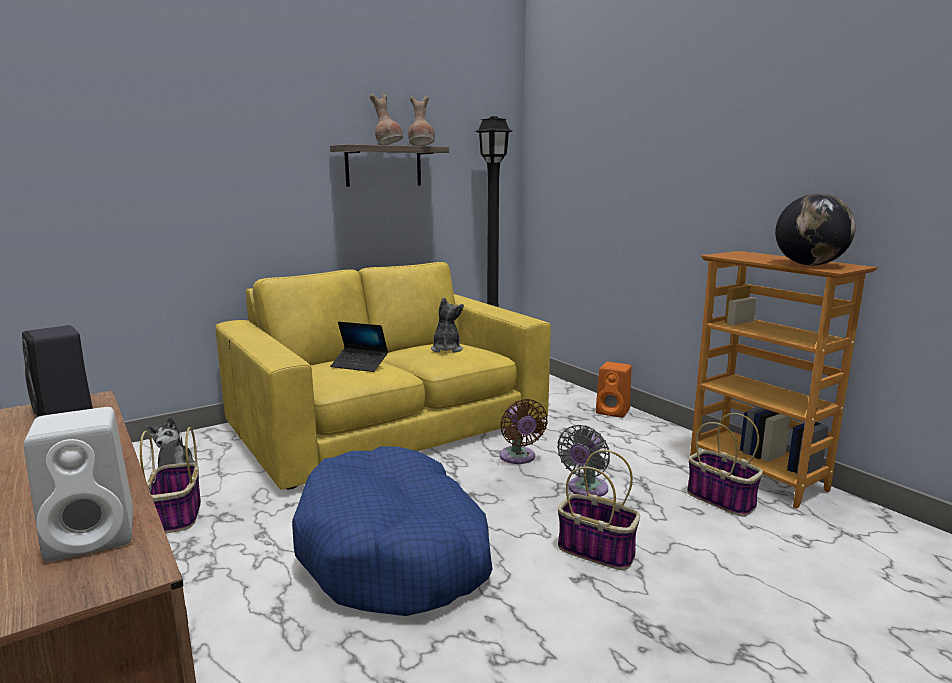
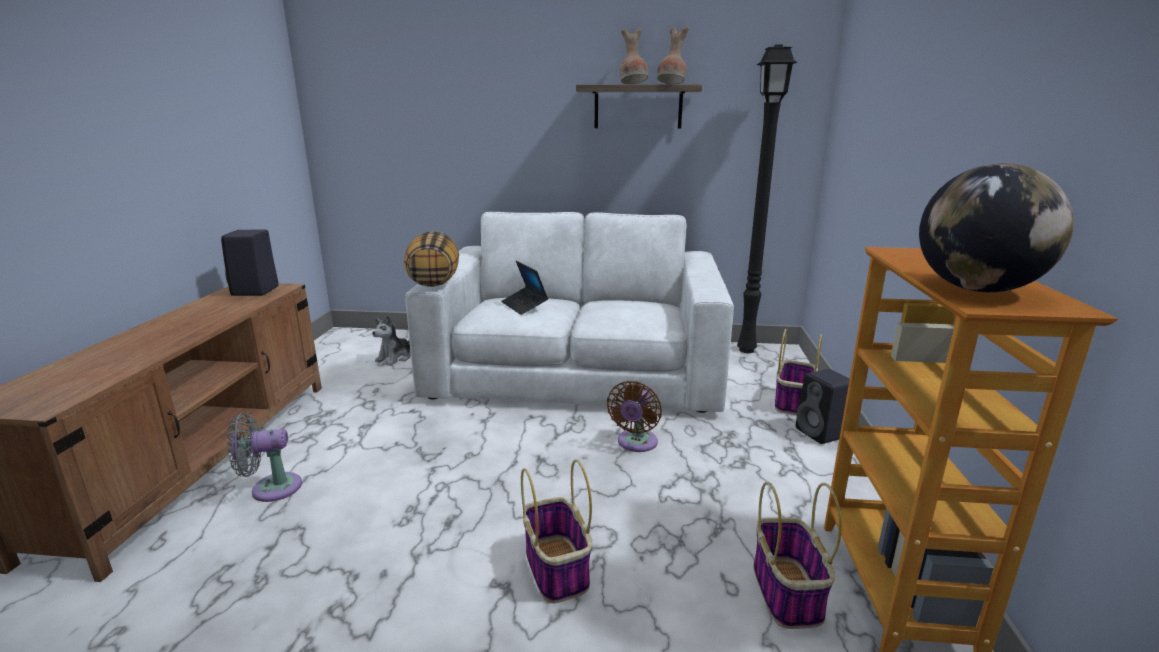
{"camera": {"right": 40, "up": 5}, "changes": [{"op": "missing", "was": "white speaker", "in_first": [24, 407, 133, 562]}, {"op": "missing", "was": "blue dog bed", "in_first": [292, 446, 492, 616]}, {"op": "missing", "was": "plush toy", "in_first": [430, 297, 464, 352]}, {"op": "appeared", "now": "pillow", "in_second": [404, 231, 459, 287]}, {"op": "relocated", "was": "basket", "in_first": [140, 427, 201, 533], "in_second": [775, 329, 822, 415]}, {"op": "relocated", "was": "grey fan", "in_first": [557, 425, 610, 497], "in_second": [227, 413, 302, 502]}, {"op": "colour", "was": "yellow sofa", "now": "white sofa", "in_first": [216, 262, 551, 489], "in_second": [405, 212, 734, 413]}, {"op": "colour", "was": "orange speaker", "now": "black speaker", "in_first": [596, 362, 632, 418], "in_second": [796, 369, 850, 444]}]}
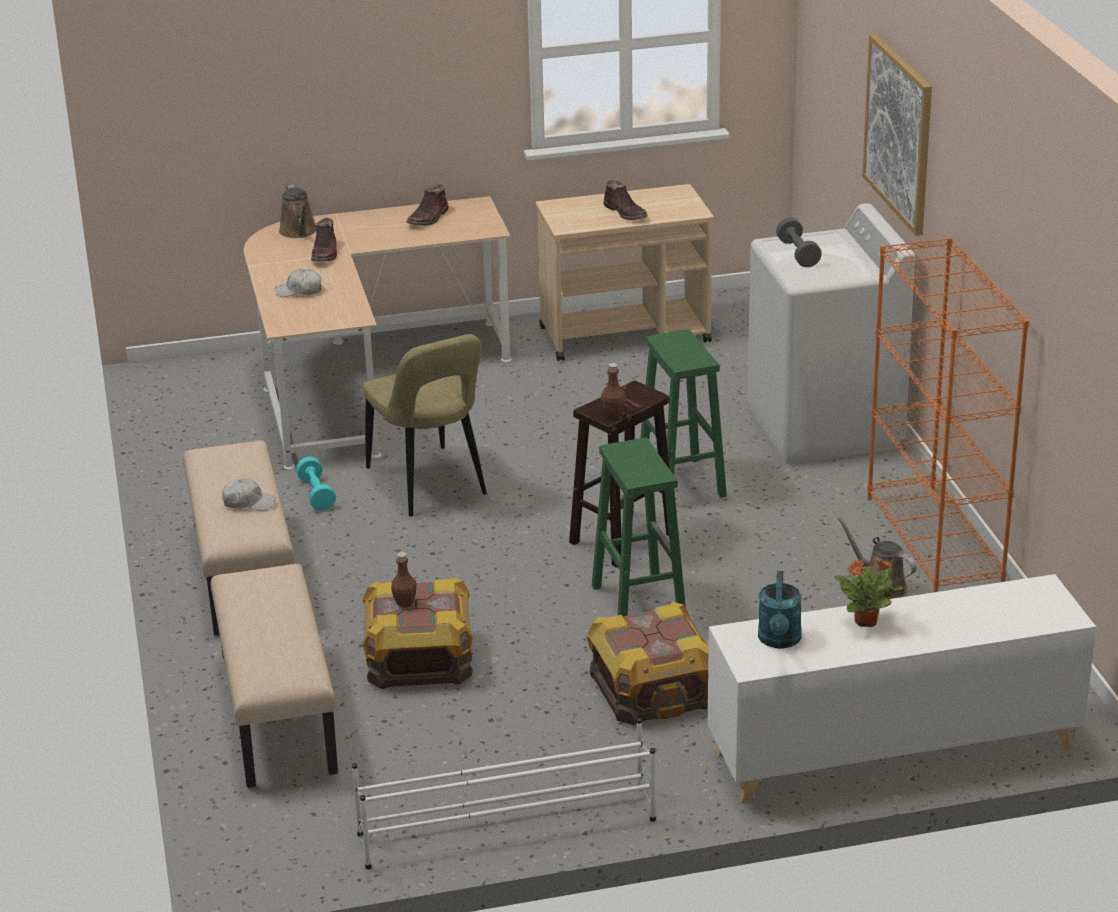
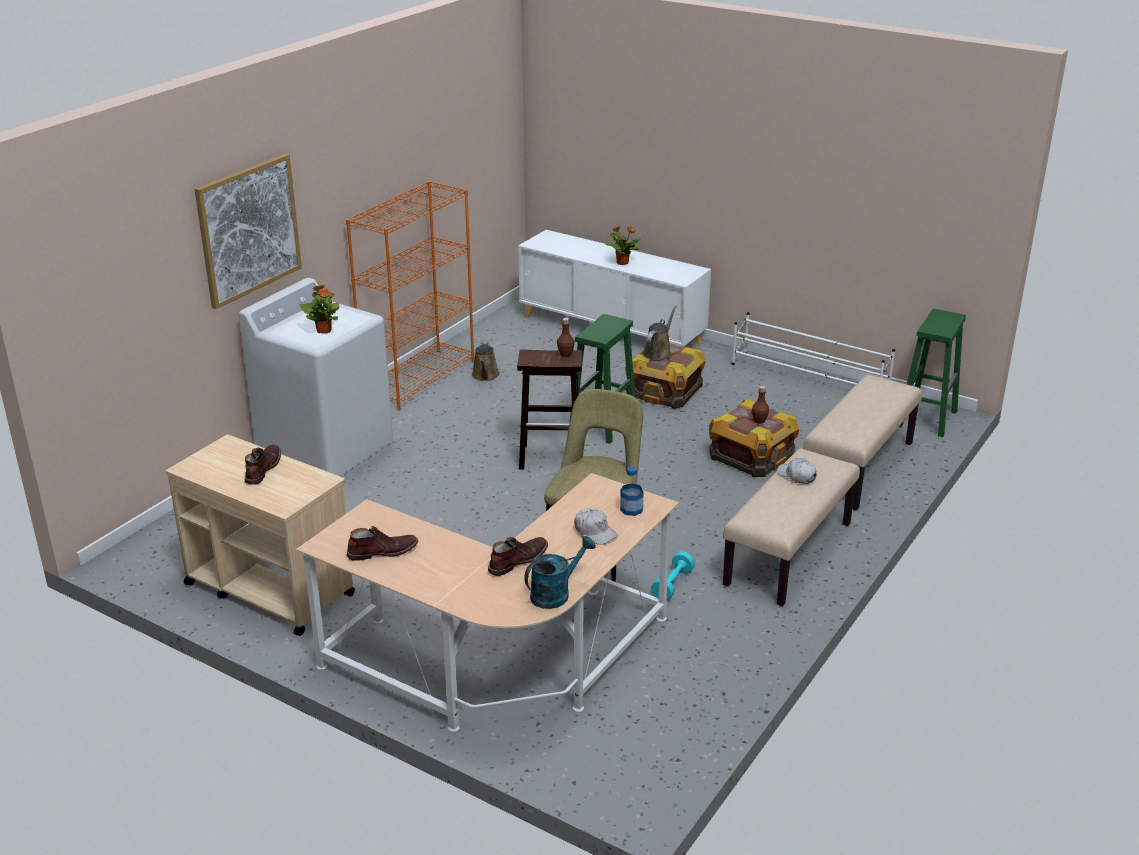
{"camera": {"right": -135, "up": 0}, "changes": [{"op": "appeared", "now": "bottle", "in_second": [620, 466, 643, 516]}, {"op": "relocated", "was": "brown watering can", "in_first": [279, 185, 316, 238], "in_second": [643, 306, 677, 361]}, {"op": "relocated", "was": "green stool", "in_first": [640, 329, 727, 498], "in_second": [899, 309, 966, 437]}, {"op": "relocated", "was": "turquoise watering can", "in_first": [758, 571, 802, 649], "in_second": [524, 536, 596, 609]}, {"op": "exchanged", "was": "grey dumbbell", "now": "potted plant", "in_first": [776, 218, 822, 267], "in_second": [300, 285, 339, 334]}]}
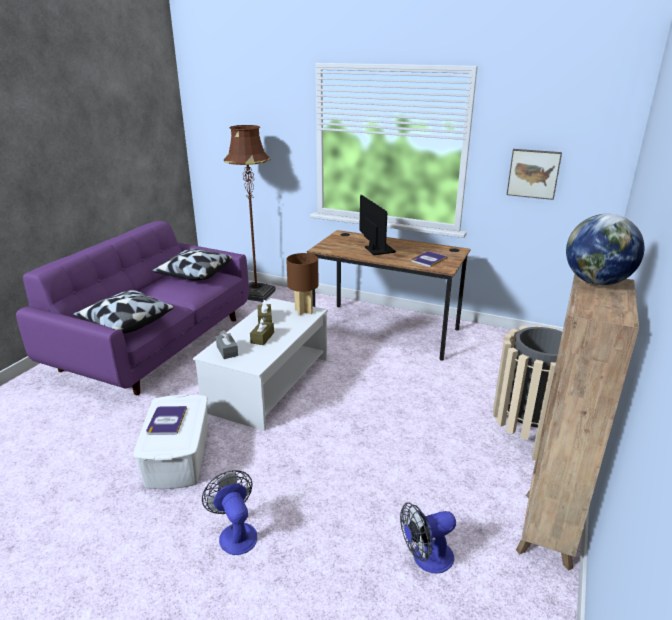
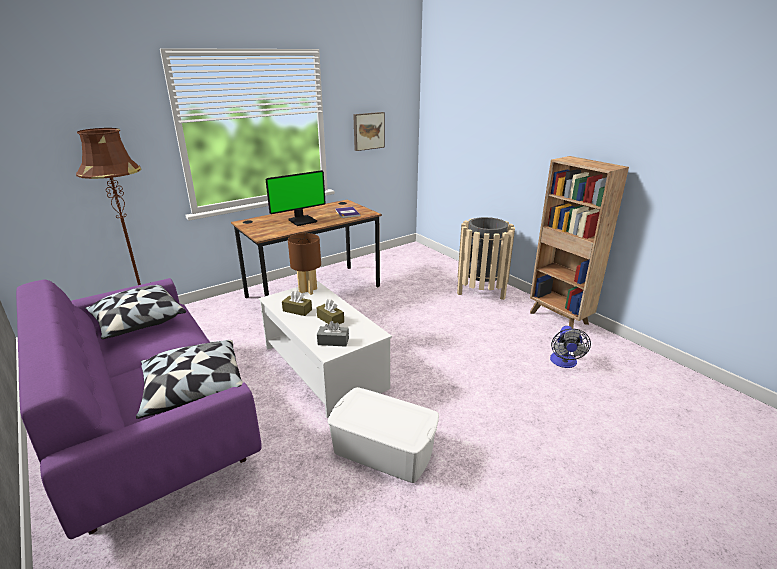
{"camera": {"right": -60, "up": 0}, "changes": [{"op": "missing", "was": "book", "in_first": [146, 406, 187, 435]}, {"op": "missing", "was": "fan", "in_first": [202, 470, 257, 555]}, {"op": "missing", "was": "globe", "in_first": [566, 214, 644, 285]}, {"op": "spun", "was": "monitor", "in_first": [359, 195, 396, 255], "in_second": [266, 170, 325, 226], "clockwise": 135}]}
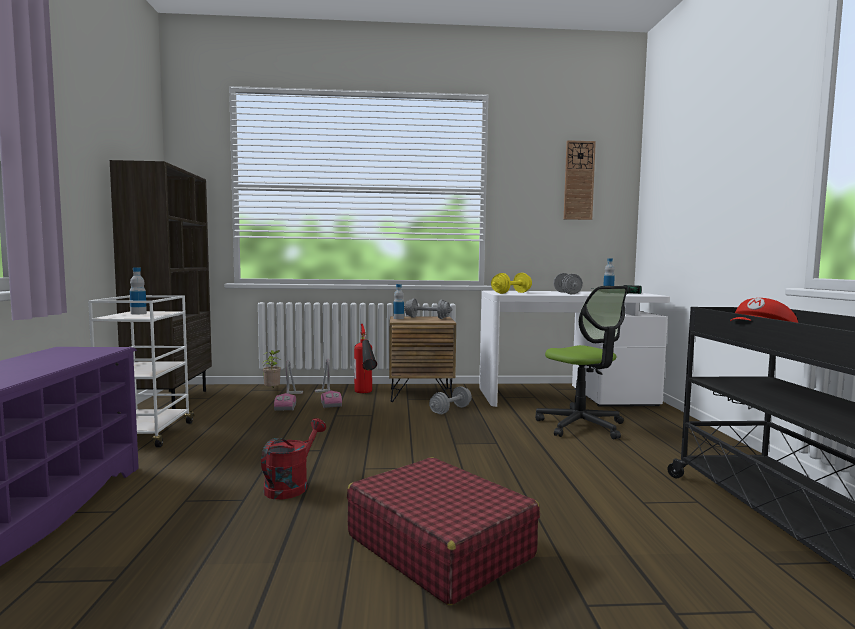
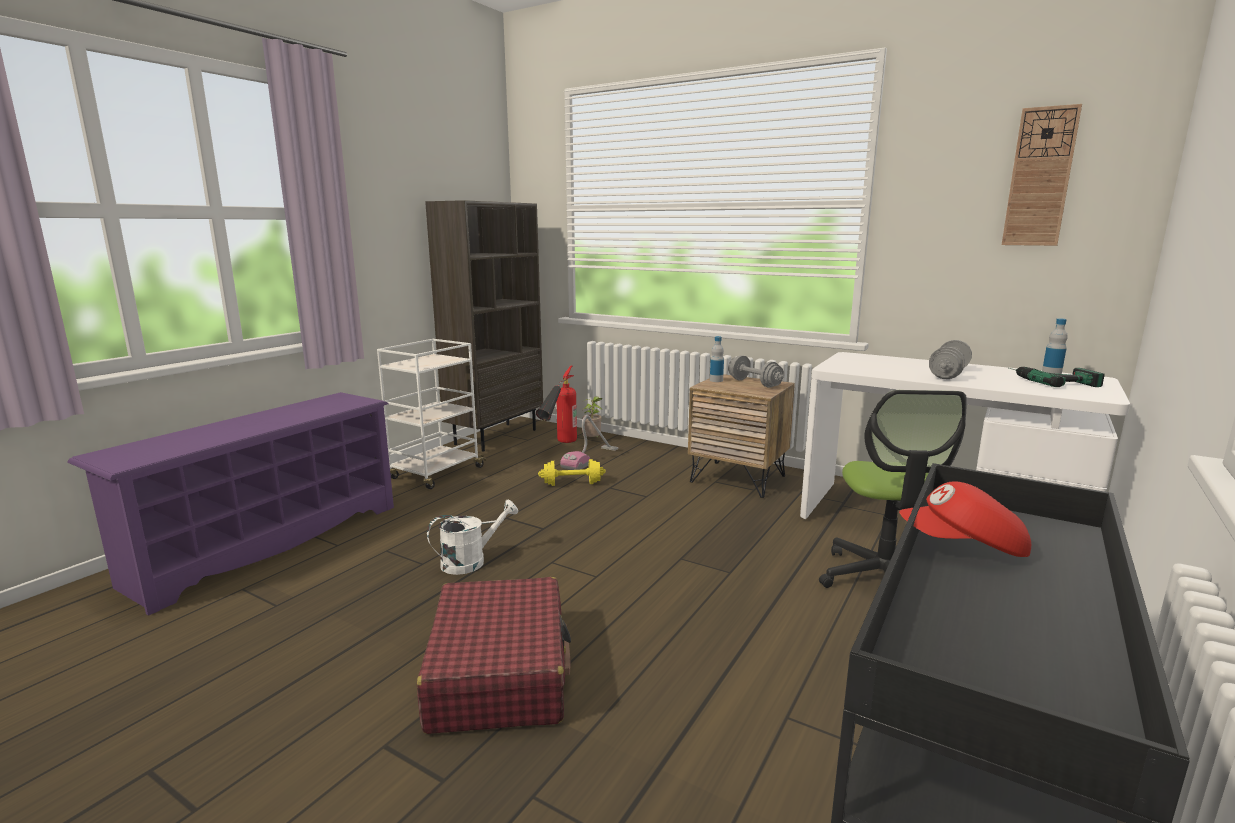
{"camera": {"right": 35, "up": 10}, "changes": [{"op": "missing", "was": "bottle", "in_first": [130, 267, 147, 315]}, {"op": "missing", "was": "vacuum cleaner", "in_first": [315, 358, 342, 408]}, {"op": "missing", "was": "grey dumbbell", "in_first": [429, 386, 472, 414]}, {"op": "relocated", "was": "fire extinguisher", "in_first": [354, 324, 377, 393], "in_second": [536, 365, 577, 443]}, {"op": "relocated", "was": "yellow dumbbell", "in_first": [491, 273, 532, 294], "in_second": [538, 459, 606, 486]}, {"op": "colour", "was": "red watering can", "now": "white watering can", "in_first": [261, 418, 326, 499], "in_second": [427, 500, 518, 575]}]}
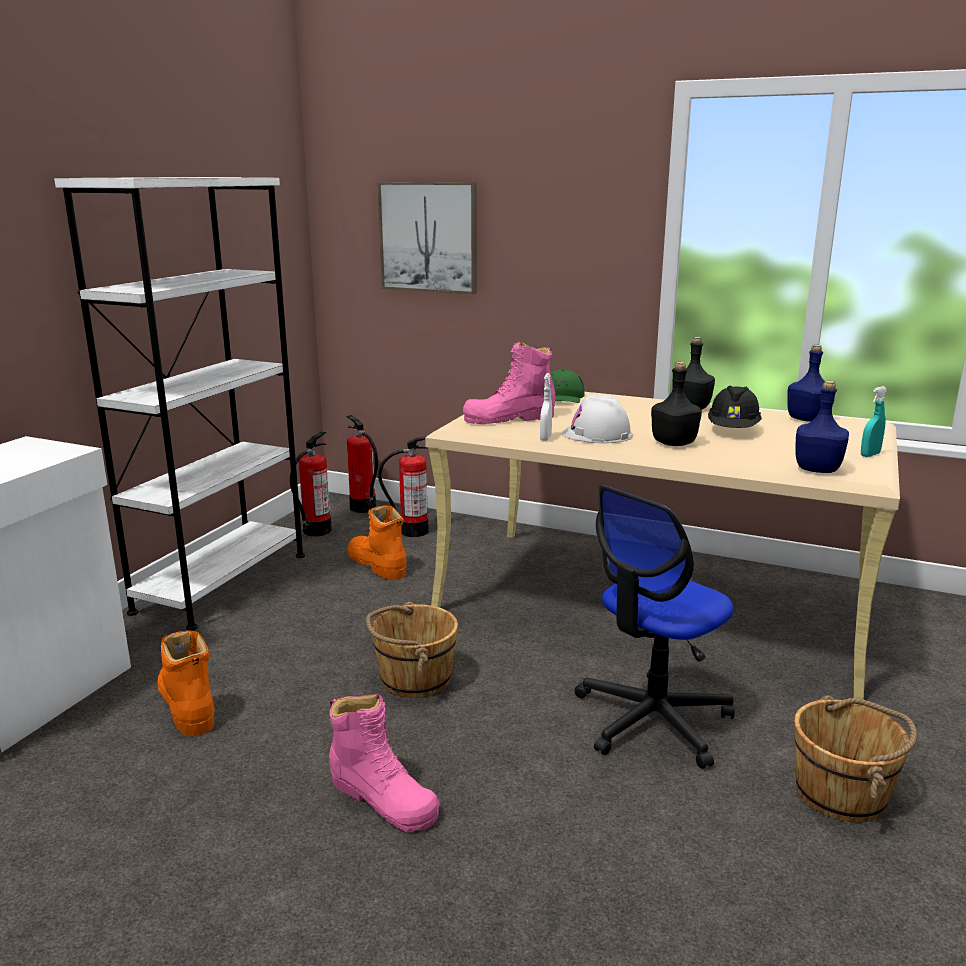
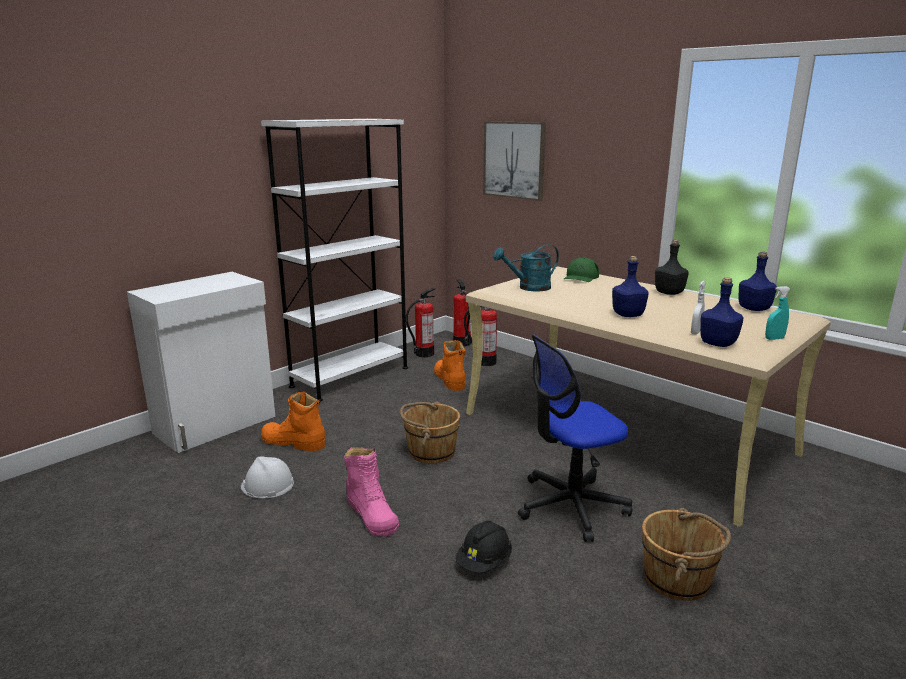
{"camera": {"right": 20, "up": 0}, "changes": [{"op": "relocated", "was": "white spray bottle", "in_first": [540, 373, 552, 441], "in_second": [691, 281, 706, 335]}, {"op": "relocated", "was": "white hard hat", "in_first": [562, 395, 633, 443], "in_second": [241, 457, 294, 498]}, {"op": "relocated", "was": "black hard hat", "in_first": [708, 385, 762, 428], "in_second": [456, 521, 512, 573]}, {"op": "exchanged", "was": "pink boot", "now": "turquoise watering can", "in_first": [463, 342, 555, 424], "in_second": [493, 244, 559, 291]}, {"op": "colour", "was": "black bottle", "now": "blue bottle", "in_first": [651, 362, 702, 446], "in_second": [612, 256, 649, 317]}, {"op": "spun", "was": "orange boot", "in_first": [157, 630, 215, 736], "in_second": [261, 392, 325, 451], "clockwise": -60}]}
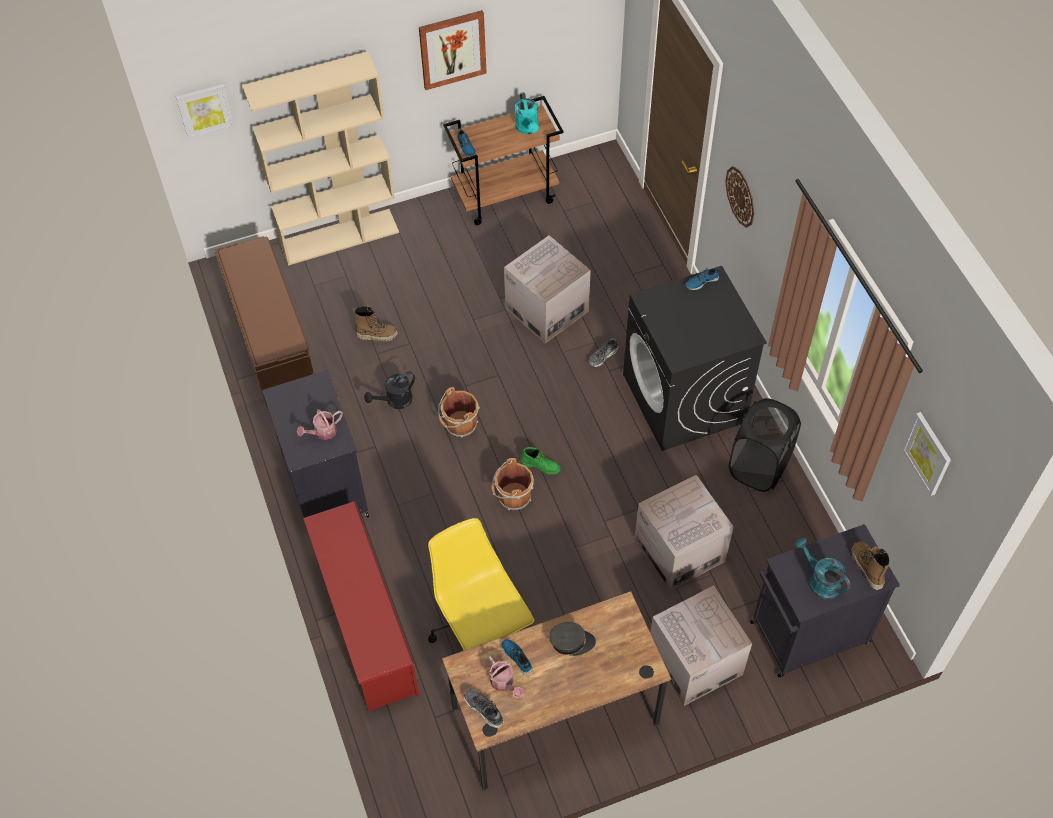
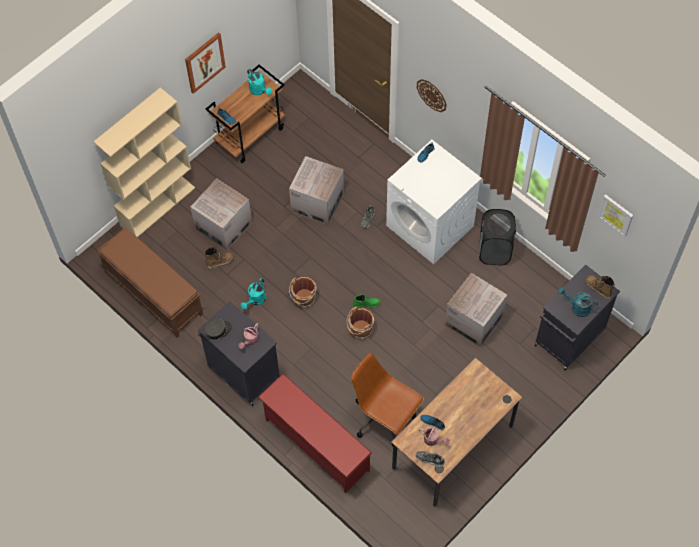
{"camera": {"right": -25, "up": 5}, "changes": [{"op": "missing", "was": "picture", "in_first": [176, 84, 235, 139]}, {"op": "relocated", "was": "grey cap", "in_first": [549, 622, 596, 656], "in_second": [205, 319, 232, 339]}, {"op": "relocated", "was": "cardboard box", "in_first": [650, 586, 752, 706], "in_second": [190, 178, 252, 251]}, {"op": "colour", "was": "black watering can", "now": "turquoise watering can", "in_first": [364, 371, 415, 409], "in_second": [240, 278, 266, 309]}, {"op": "colour", "was": "yellow office chair", "now": "brown office chair", "in_first": [428, 518, 534, 650], "in_second": [351, 353, 424, 446]}, {"op": "colour", "was": "black washing machine", "now": "white washing machine", "in_first": [623, 266, 767, 451], "in_second": [386, 140, 482, 264]}]}
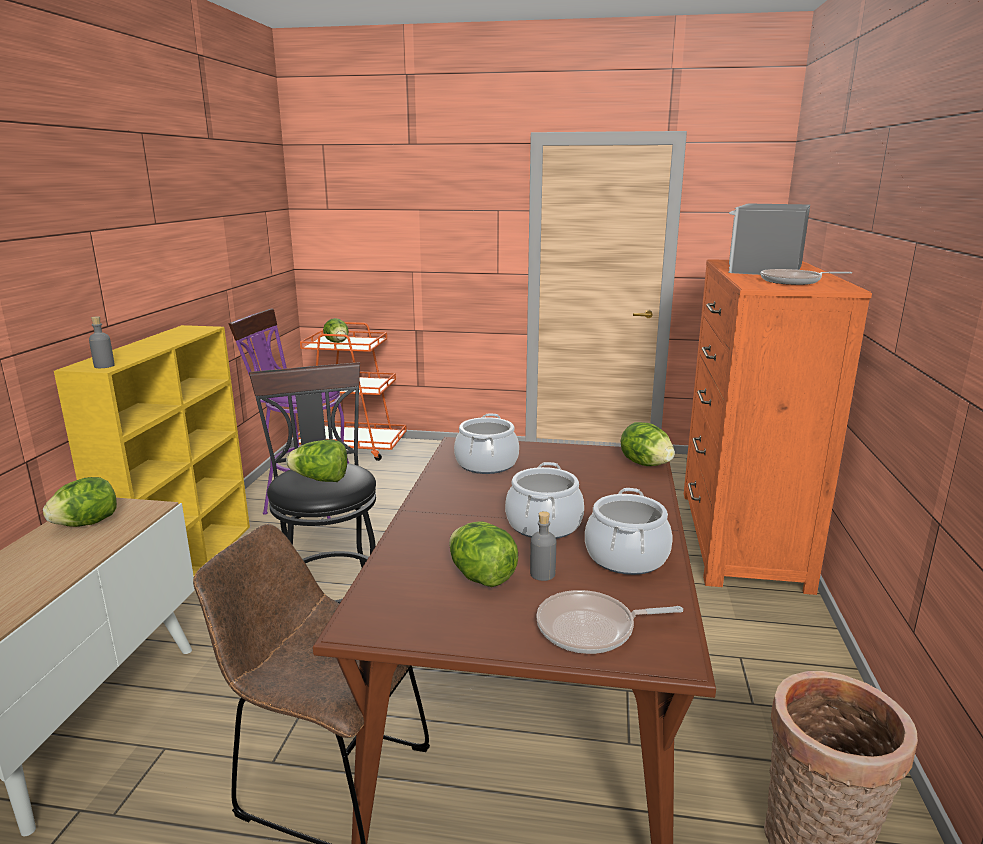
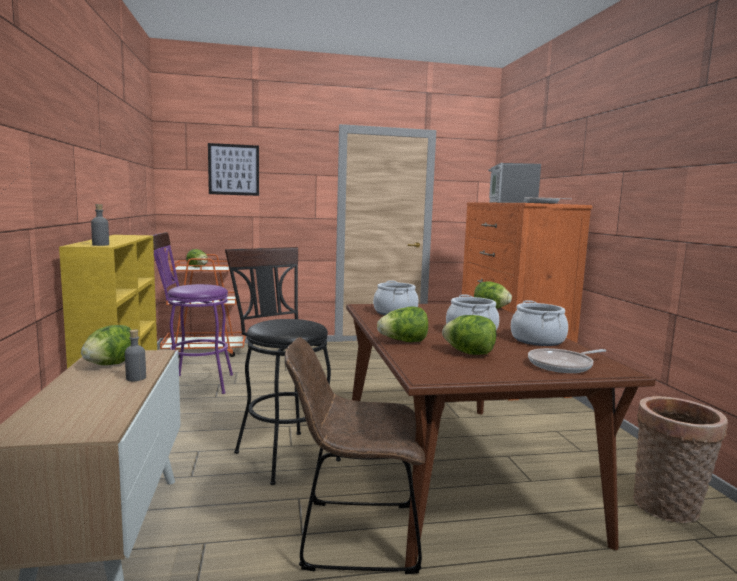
{"camera": {"right": -20, "up": -10}, "changes": [{"op": "appeared", "now": "picture", "in_second": [208, 143, 259, 196]}, {"op": "relocated", "was": "lettuce", "in_first": [286, 440, 347, 482], "in_second": [377, 307, 428, 342]}, {"op": "relocated", "was": "grey bottle", "in_first": [530, 511, 556, 581], "in_second": [125, 330, 146, 381]}]}
